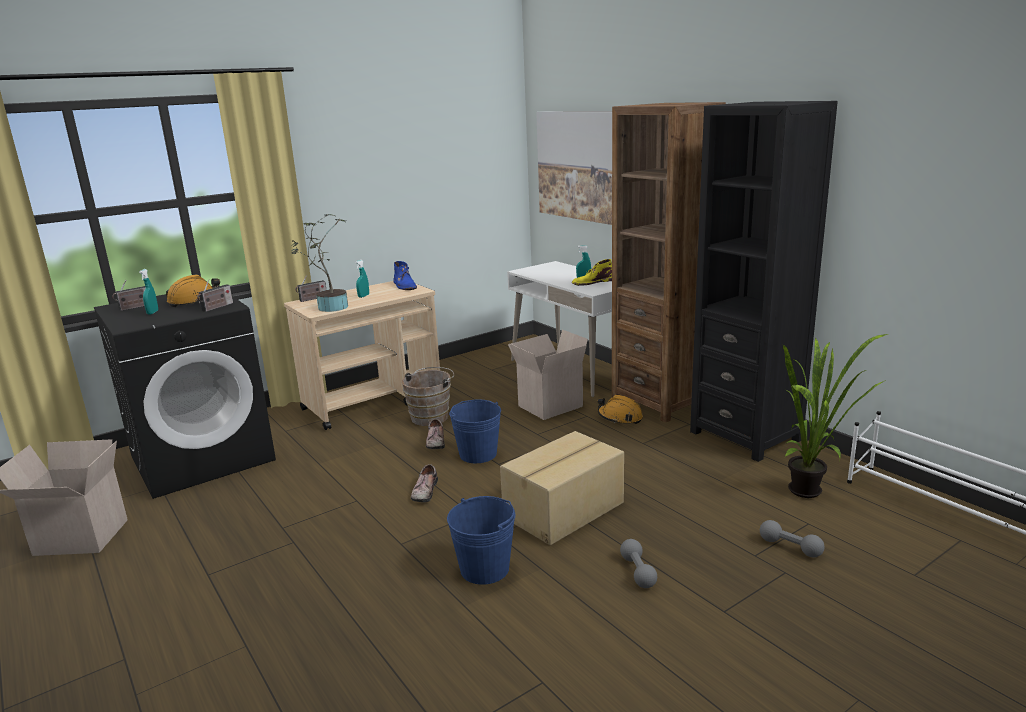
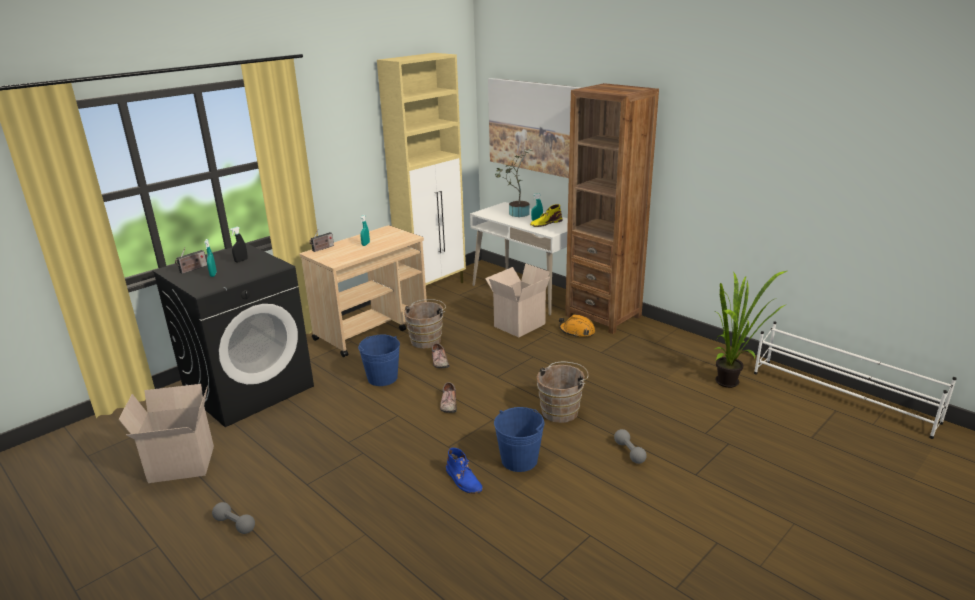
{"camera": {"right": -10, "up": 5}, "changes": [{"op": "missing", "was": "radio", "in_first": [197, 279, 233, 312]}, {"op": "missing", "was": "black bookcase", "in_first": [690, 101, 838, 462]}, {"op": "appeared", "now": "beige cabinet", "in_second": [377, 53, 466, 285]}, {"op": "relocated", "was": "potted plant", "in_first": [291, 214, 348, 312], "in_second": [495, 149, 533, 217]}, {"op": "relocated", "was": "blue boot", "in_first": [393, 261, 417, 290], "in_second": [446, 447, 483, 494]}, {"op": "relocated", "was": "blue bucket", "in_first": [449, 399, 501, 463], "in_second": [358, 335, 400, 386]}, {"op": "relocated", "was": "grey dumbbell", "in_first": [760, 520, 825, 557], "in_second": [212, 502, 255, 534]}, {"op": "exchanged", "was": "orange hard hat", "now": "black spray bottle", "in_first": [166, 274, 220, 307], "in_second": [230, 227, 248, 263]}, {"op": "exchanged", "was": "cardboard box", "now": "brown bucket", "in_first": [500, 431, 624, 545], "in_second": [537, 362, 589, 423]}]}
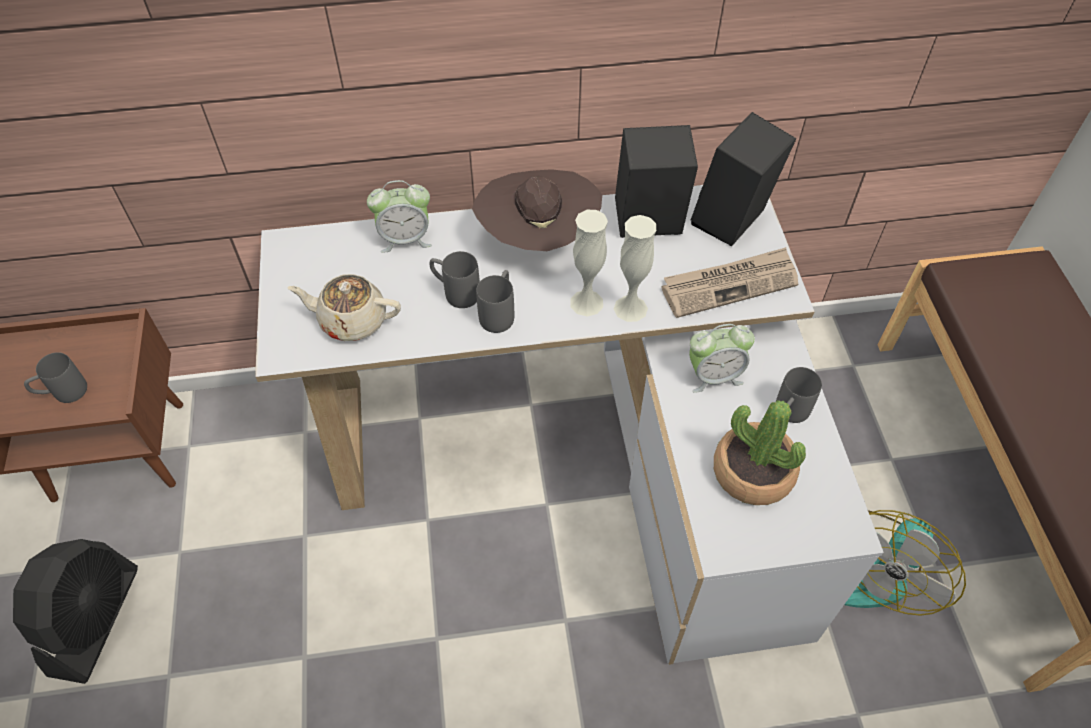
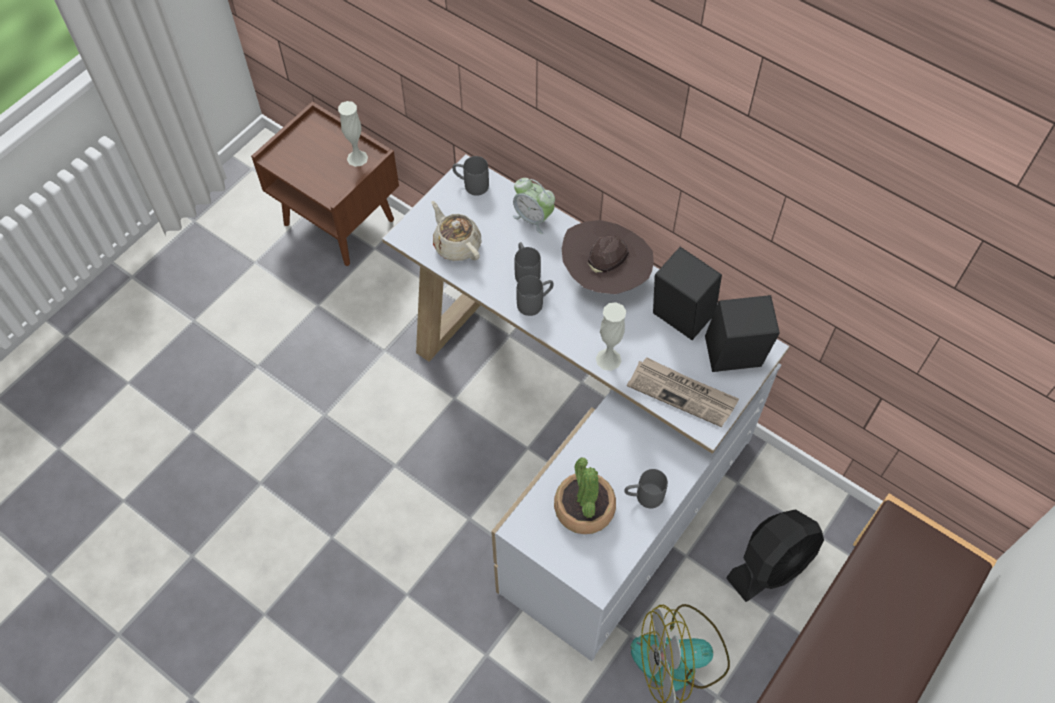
{"camera": {"right": 45, "up": 5}, "changes": [{"op": "missing", "was": "alarm clock", "in_first": [689, 324, 755, 393]}, {"op": "relocated", "was": "black fan", "in_first": [13, 539, 138, 684], "in_second": [726, 509, 824, 602]}, {"op": "relocated", "was": "grey mug", "in_first": [24, 352, 87, 403], "in_second": [453, 156, 489, 196]}, {"op": "relocated", "was": "white vase", "in_first": [570, 210, 608, 317], "in_second": [338, 101, 368, 167]}]}
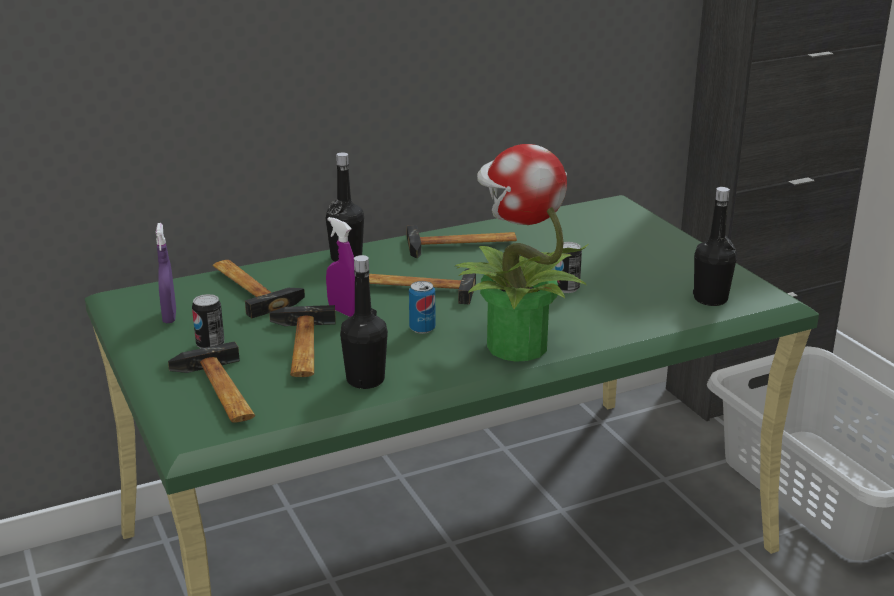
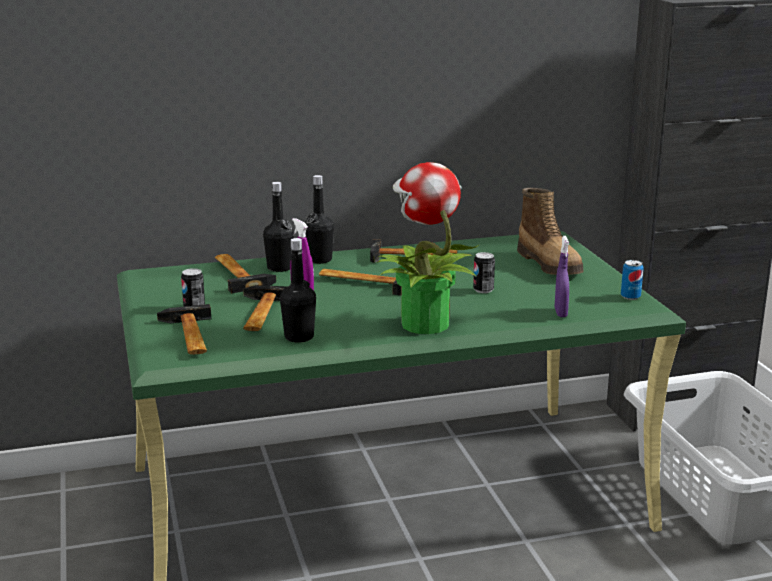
{"camera": {"right": 10, "up": -5}, "changes": [{"op": "appeared", "now": "boot", "in_second": [517, 188, 583, 275]}, {"op": "relocated", "was": "purple spray bottle", "in_first": [156, 223, 176, 323], "in_second": [555, 236, 569, 317]}, {"op": "relocated", "was": "can", "in_first": [409, 281, 435, 334], "in_second": [621, 260, 644, 300]}, {"op": "relocated", "was": "black bottle", "in_first": [693, 187, 737, 306], "in_second": [263, 182, 294, 272]}]}
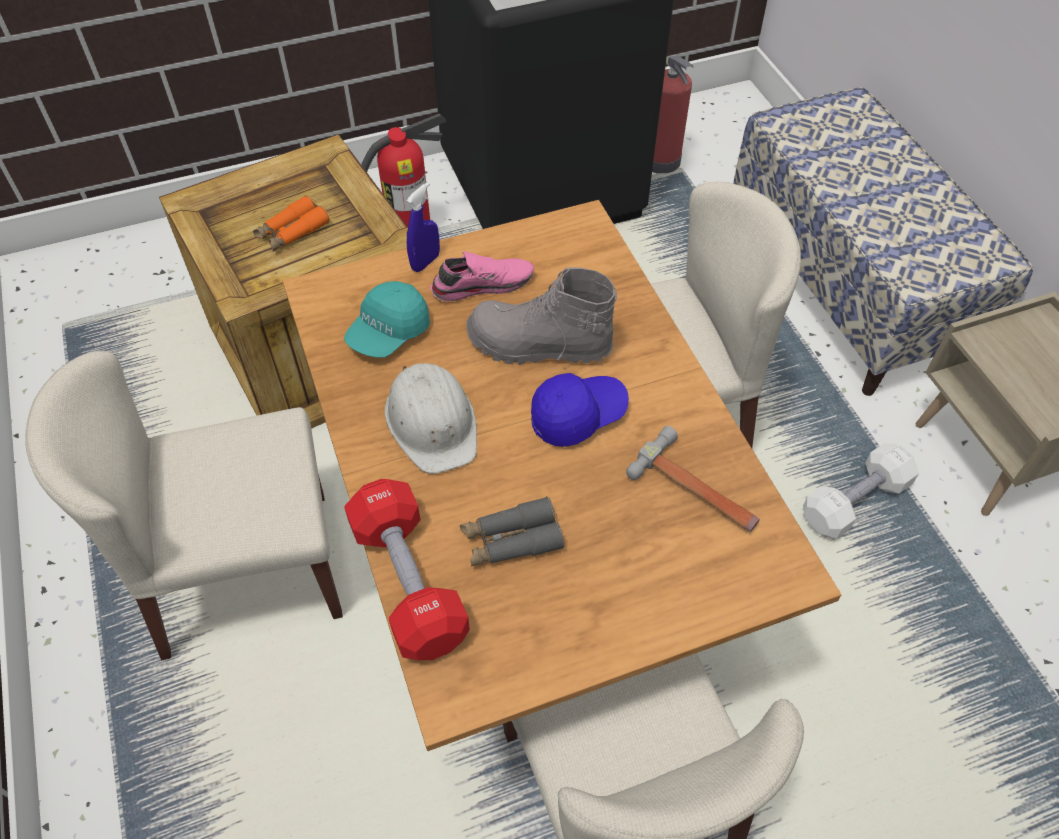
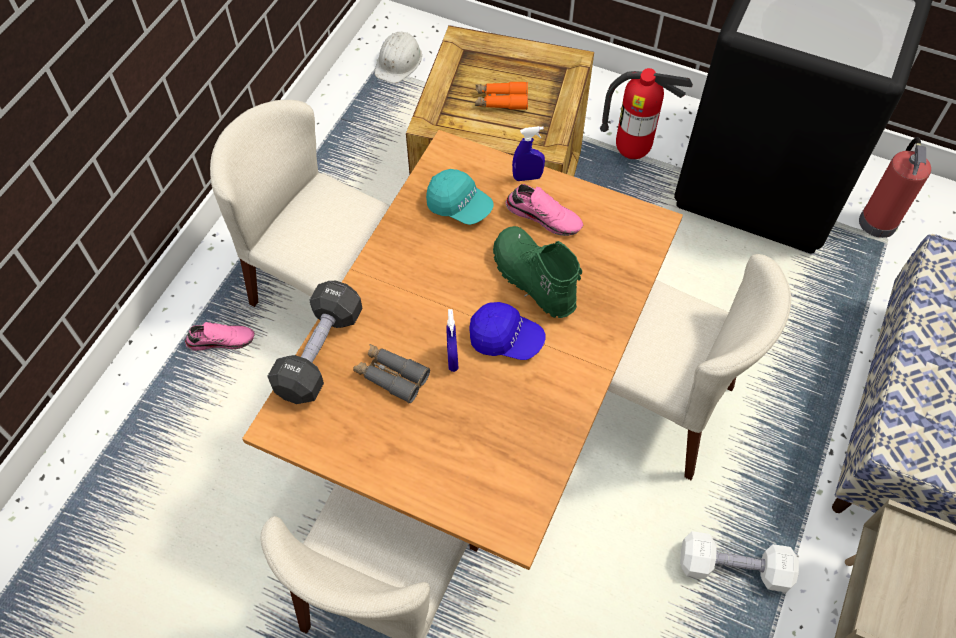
{"camera": {"right": 45, "up": 5}, "changes": [{"op": "missing", "was": "hammer", "in_first": [626, 426, 760, 532]}, {"op": "appeared", "now": "pink shoe", "in_second": [185, 322, 255, 351]}, {"op": "appeared", "now": "blue spray bottle", "in_second": [447, 309, 458, 372]}, {"op": "relocated", "was": "white hard hat", "in_first": [385, 363, 477, 474], "in_second": [375, 32, 422, 83]}, {"op": "colour", "was": "red dumbbell", "now": "black dumbbell", "in_first": [344, 479, 470, 660], "in_second": [267, 281, 362, 404]}, {"op": "colour", "was": "grey boot", "now": "green boot", "in_first": [466, 267, 617, 365], "in_second": [493, 226, 582, 318]}, {"op": "spun", "was": "turquoise cap", "in_first": [344, 281, 430, 358], "in_second": [426, 169, 494, 225], "clockwise": -135}]}
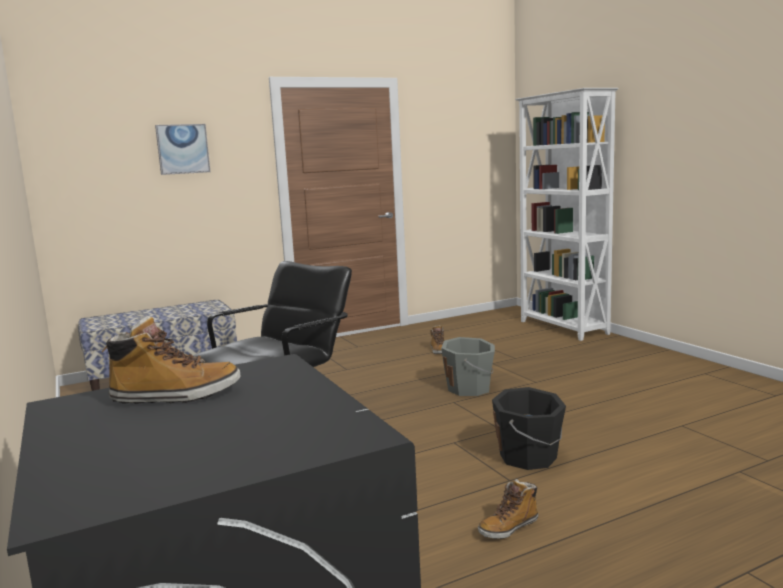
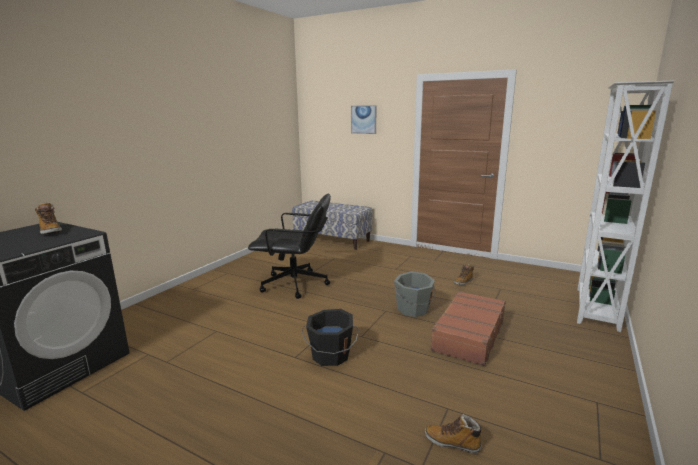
{"camera": {"right": 55, "up": 5}, "changes": [{"op": "appeared", "now": "brown suitcase", "in_second": [430, 291, 506, 366]}, {"op": "relocated", "was": "boot", "in_first": [478, 479, 539, 539], "in_second": [425, 414, 484, 453]}]}
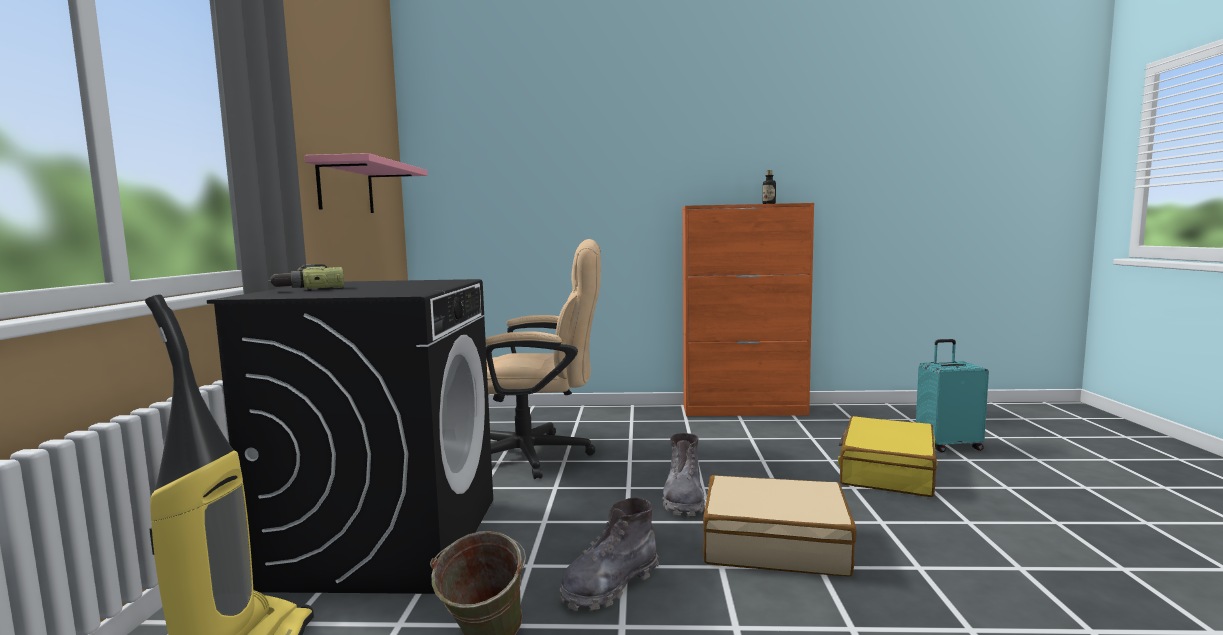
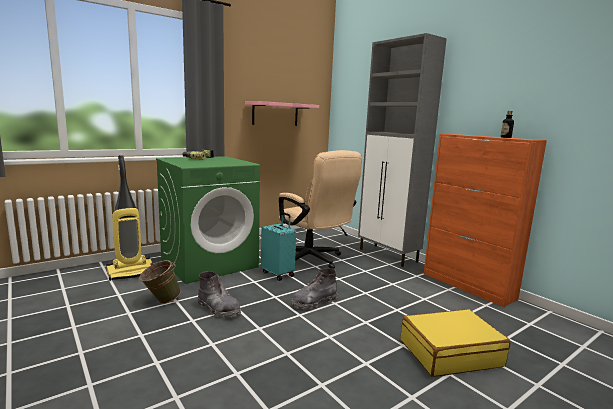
{"camera": {"right": 50, "up": 5}, "changes": [{"op": "missing", "was": "beige suitcase", "in_first": [703, 475, 856, 577]}, {"op": "appeared", "now": "grey cabinet", "in_second": [358, 33, 447, 267]}, {"op": "relocated", "was": "turquoise suitcase", "in_first": [916, 339, 989, 452], "in_second": [261, 212, 296, 281]}, {"op": "colour", "was": "black washing machine", "now": "green washing machine", "in_first": [207, 279, 493, 594], "in_second": [156, 156, 260, 284]}, {"op": "spun", "was": "grey boot", "in_first": [560, 497, 659, 611], "in_second": [198, 271, 241, 318], "clockwise": -150}]}
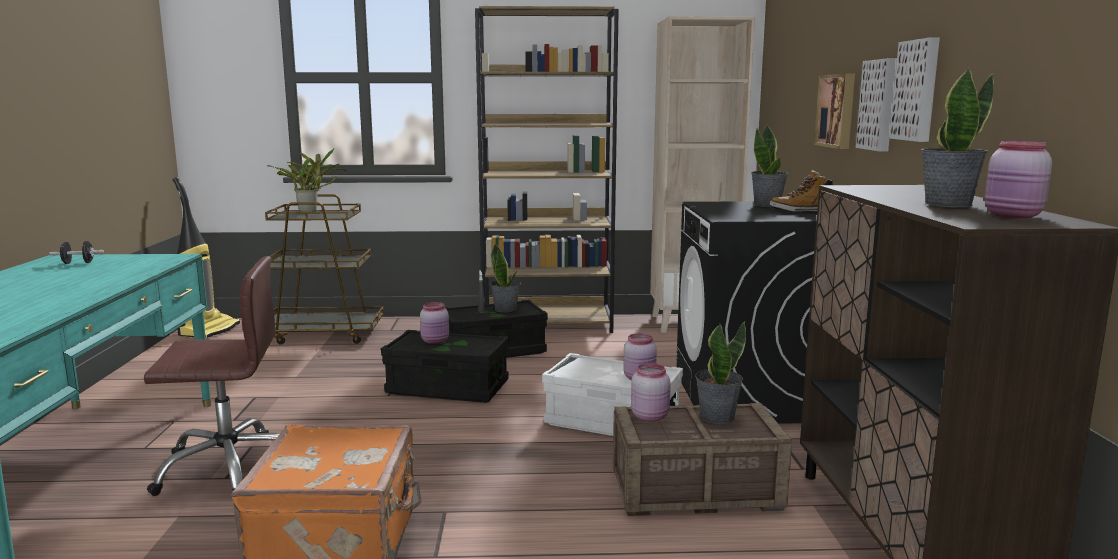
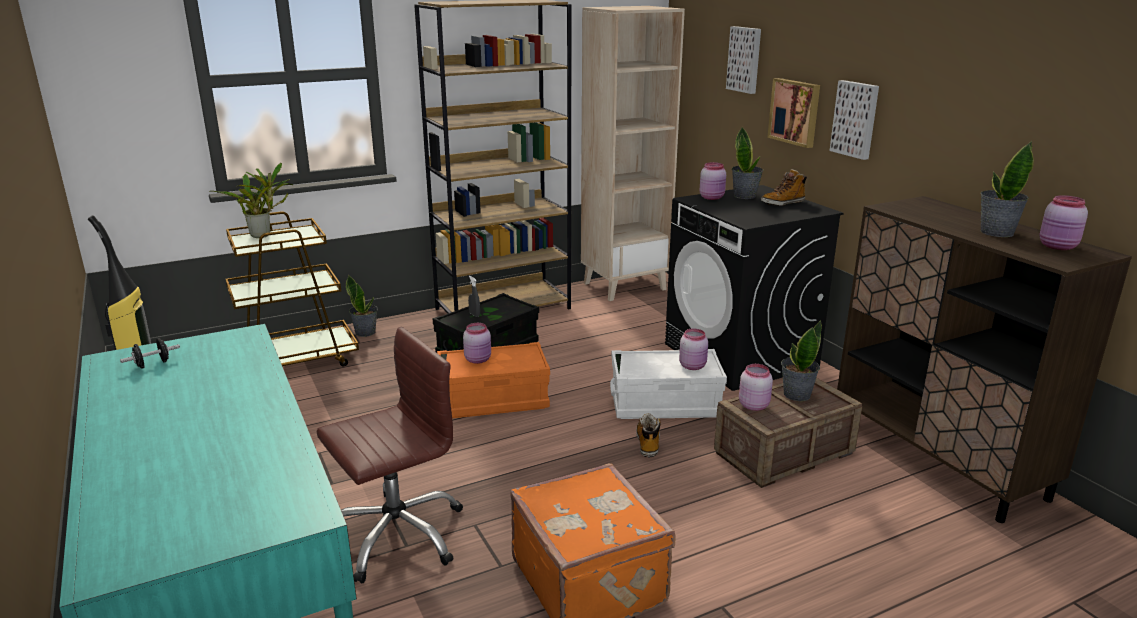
{"camera": {"right": -25, "up": 10}, "changes": [{"op": "appeared", "now": "boot", "in_second": [636, 414, 661, 457]}, {"op": "appeared", "now": "pink jar", "in_second": [700, 162, 726, 200]}, {"op": "relocated", "was": "potted plant", "in_first": [490, 244, 521, 312], "in_second": [346, 275, 378, 337]}, {"op": "relocated", "was": "picture", "in_first": [890, 38, 940, 142], "in_second": [726, 26, 761, 94]}, {"op": "colour", "was": "black storage box", "now": "orange storage box", "in_first": [381, 330, 509, 403], "in_second": [437, 342, 550, 418]}]}
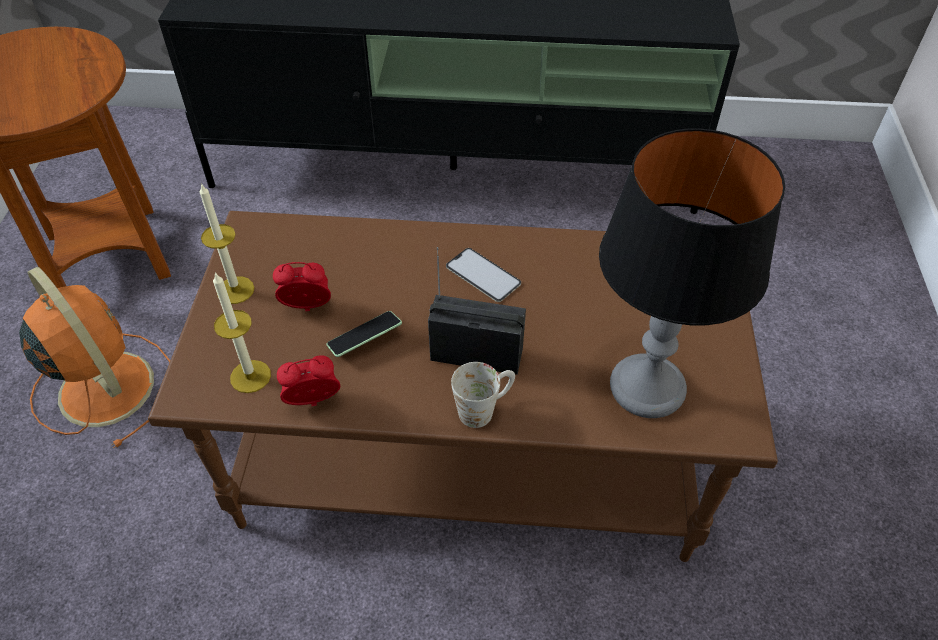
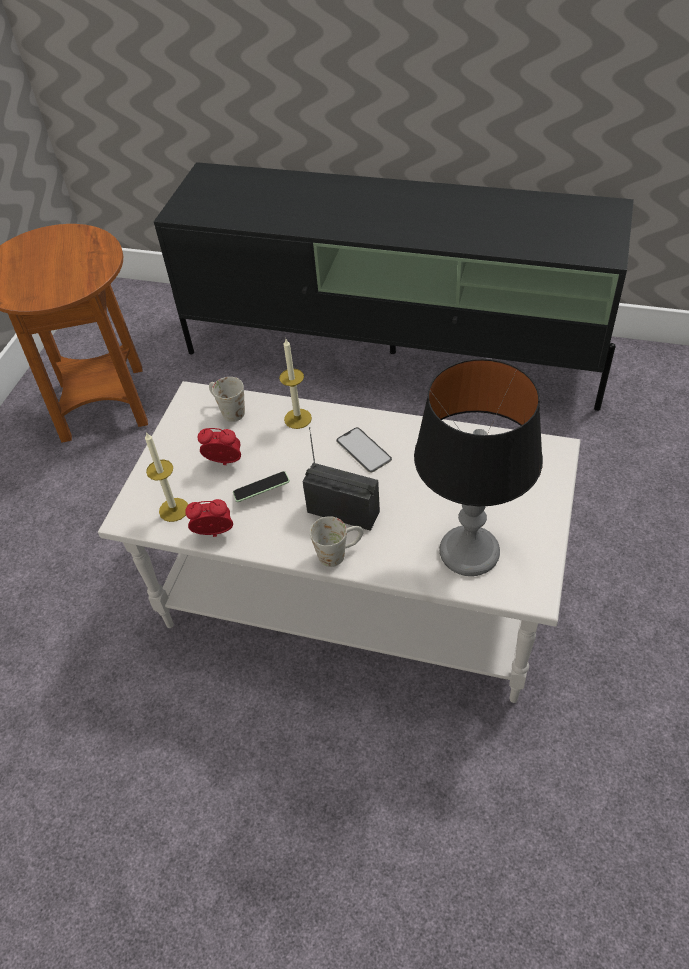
{"camera": {"right": 15, "up": 0}, "changes": [{"op": "missing", "was": "orange fan", "in_first": [19, 267, 170, 448]}, {"op": "appeared", "now": "white mug", "in_second": [209, 377, 245, 422]}, {"op": "relocated", "was": "candle", "in_first": [200, 183, 254, 304], "in_second": [279, 339, 312, 429]}, {"op": "colour", "was": "brown coffee table", "now": "white coffee table", "in_first": [148, 211, 778, 562], "in_second": [98, 381, 581, 703]}]}
